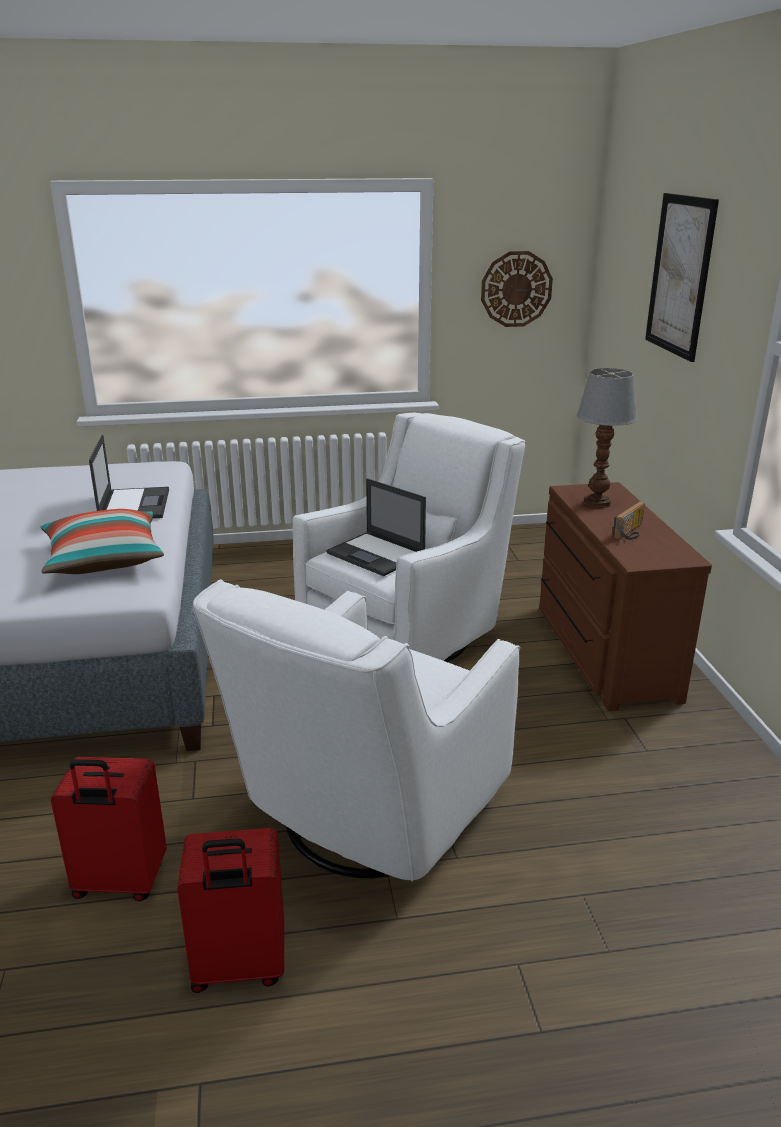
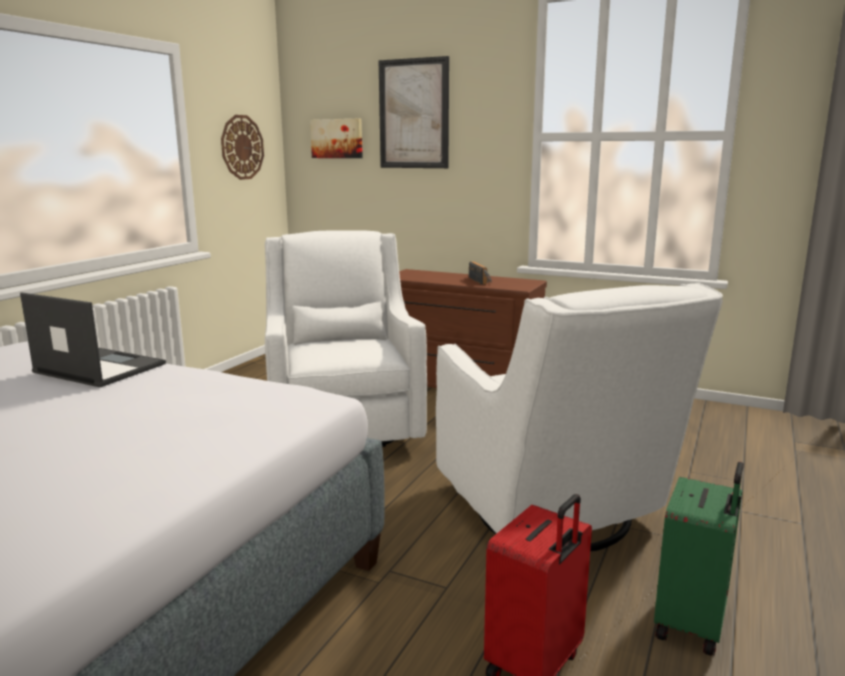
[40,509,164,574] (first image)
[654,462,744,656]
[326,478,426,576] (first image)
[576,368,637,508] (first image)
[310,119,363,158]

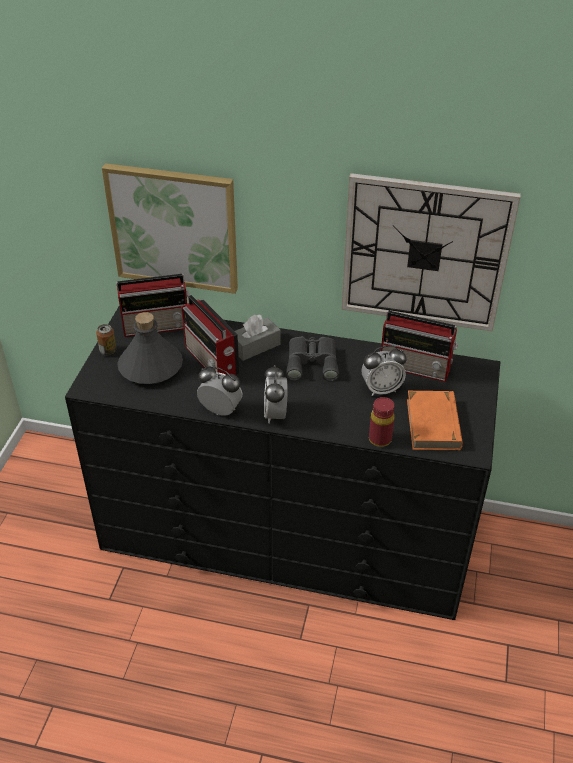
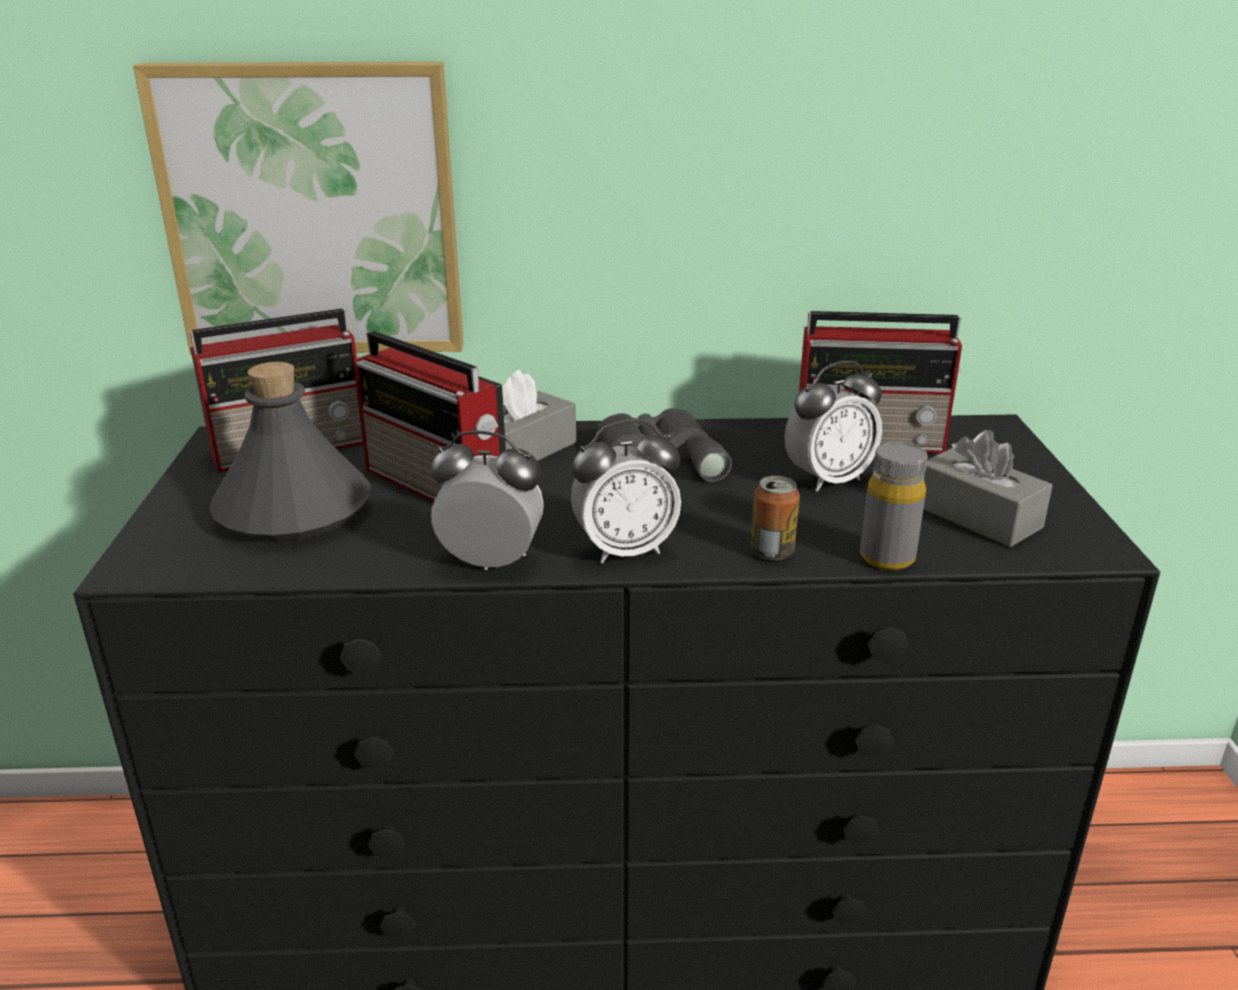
[750,476,800,560]
[571,420,681,563]
[342,173,521,331] (first image)
[860,442,928,570]
[924,430,1053,547]

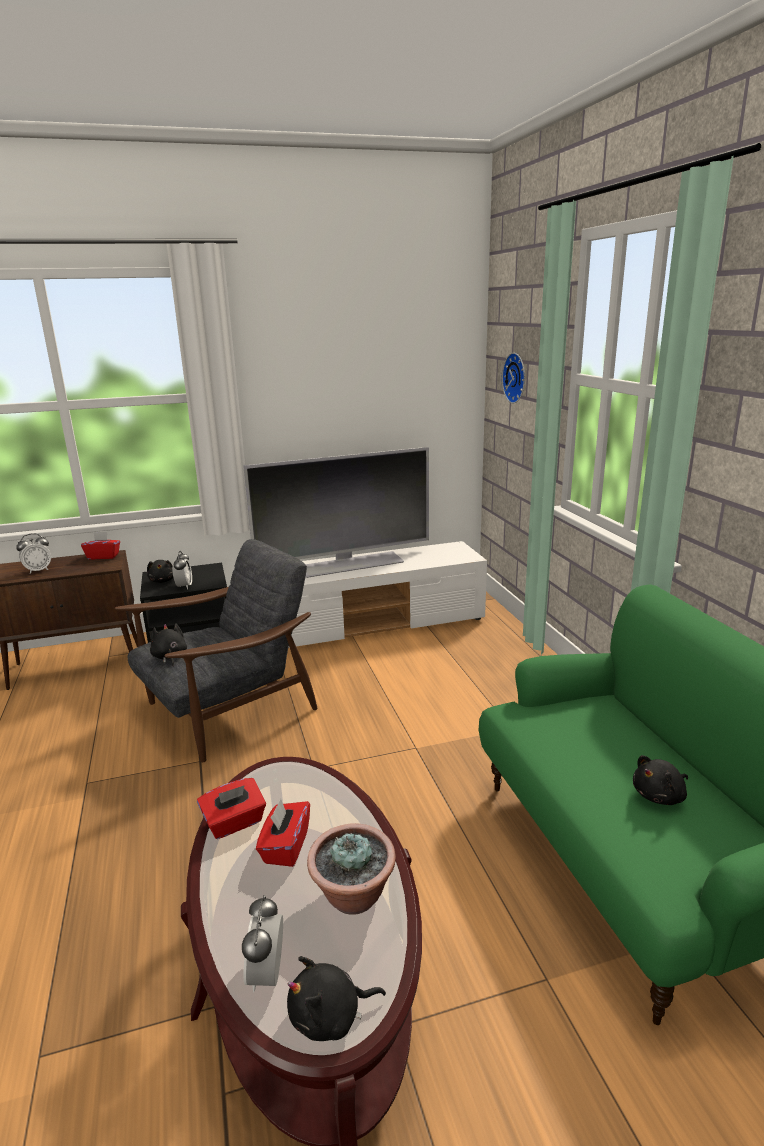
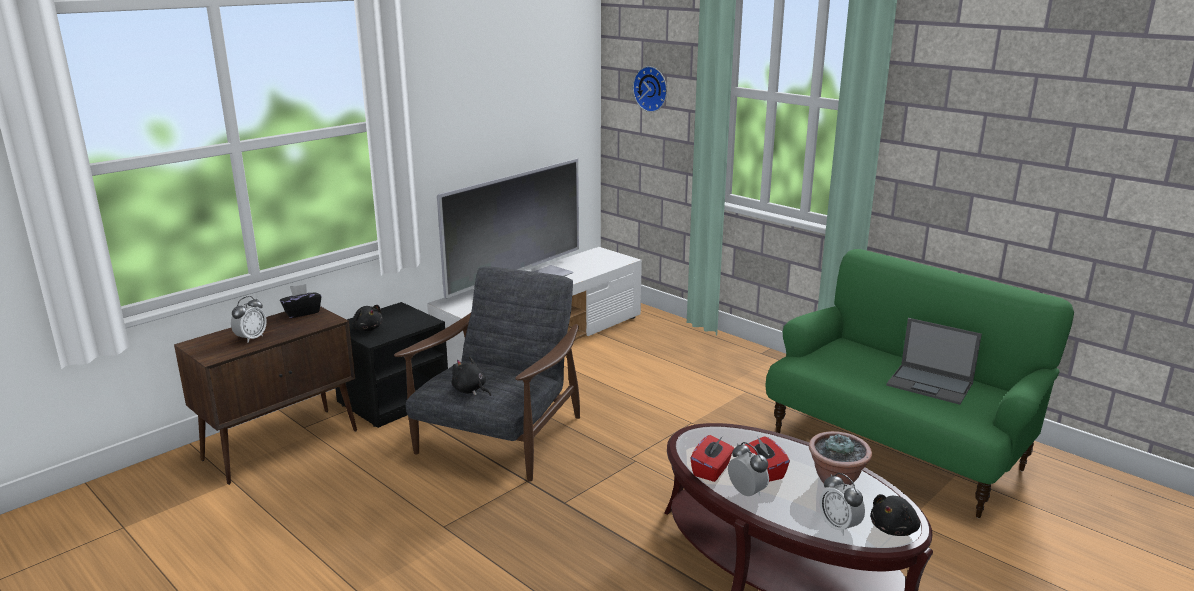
[280,284,322,318]
[728,442,769,496]
[886,318,982,405]

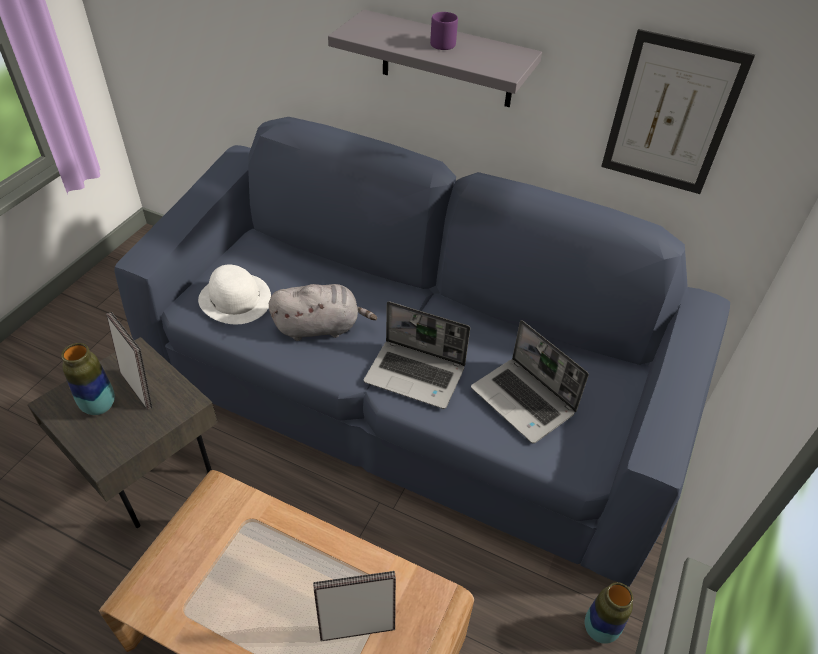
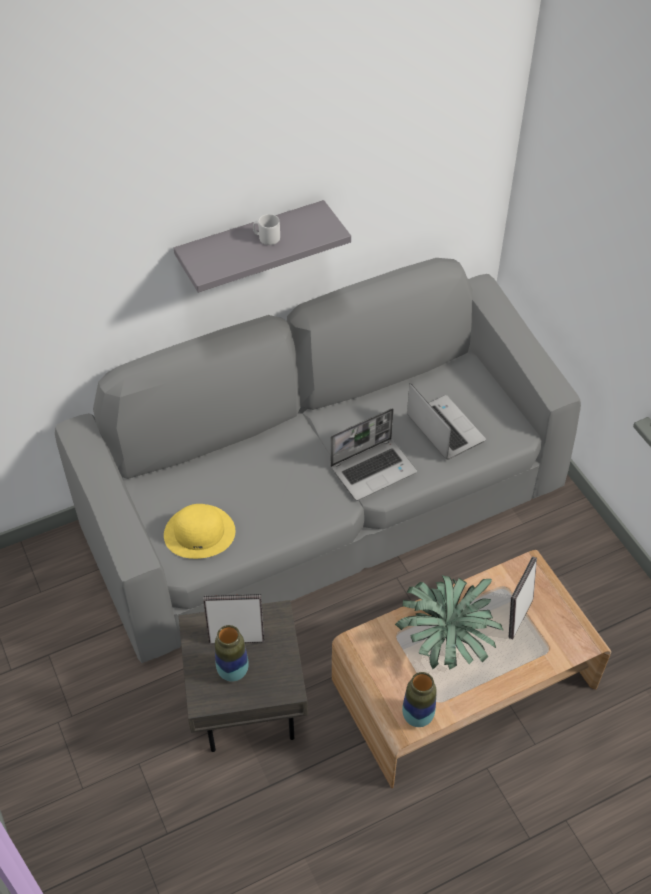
[55,258,581,663]
[164,504,235,559]
[269,284,377,341] (first image)
[253,214,280,245]
[407,383,486,460]
[402,672,437,727]
[601,29,755,194] (first image)
[395,575,504,670]

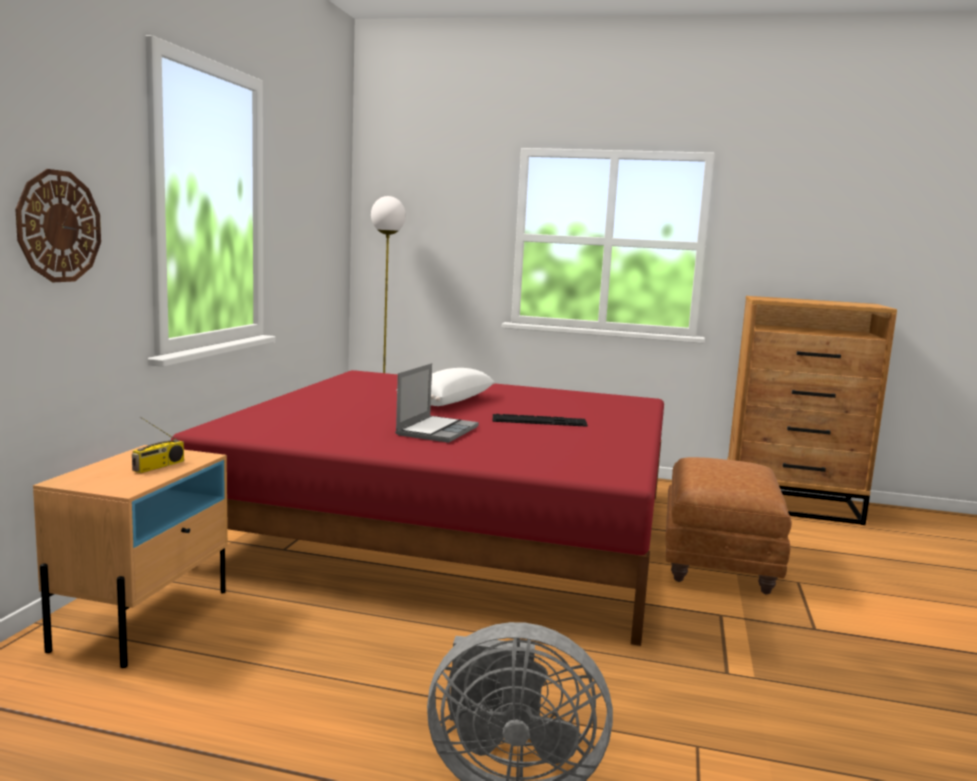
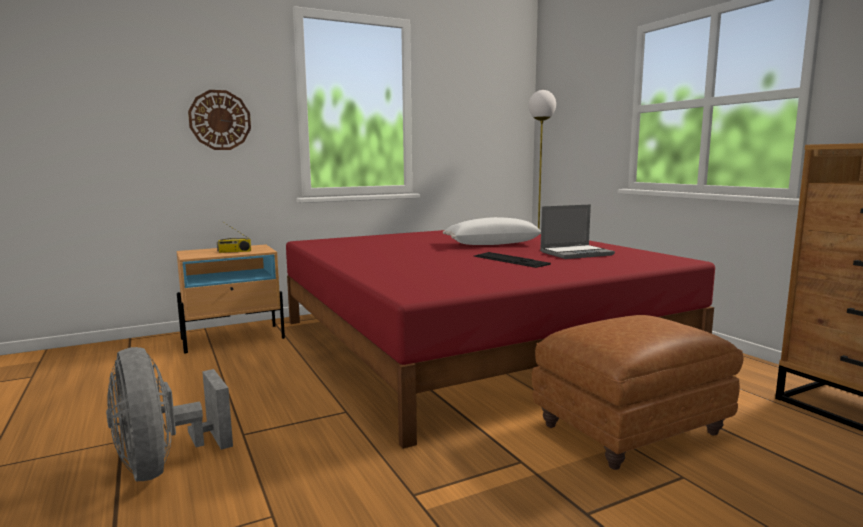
[540,204,615,259]

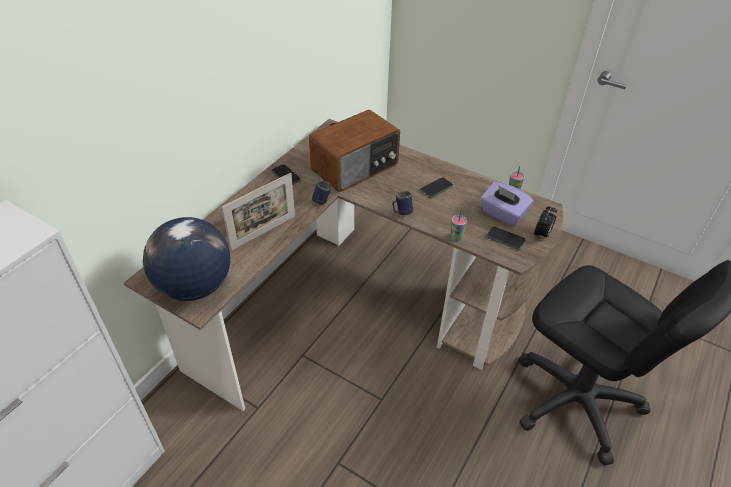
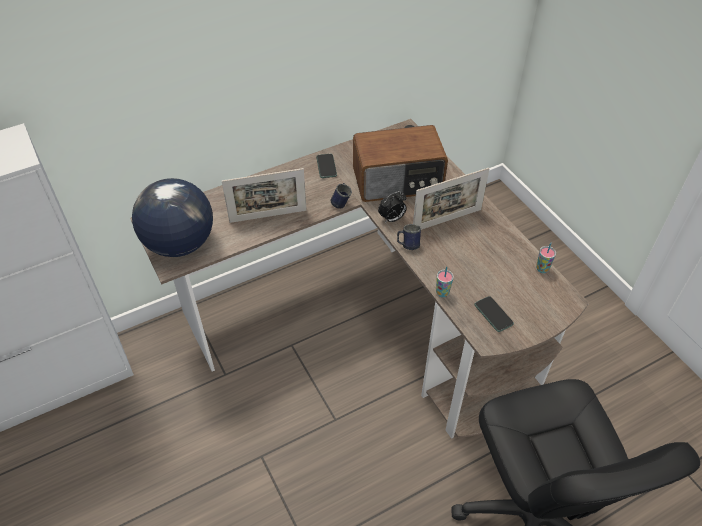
[420,177,453,198] (first image)
[480,181,534,226] (first image)
[378,191,407,223]
[413,168,490,230]

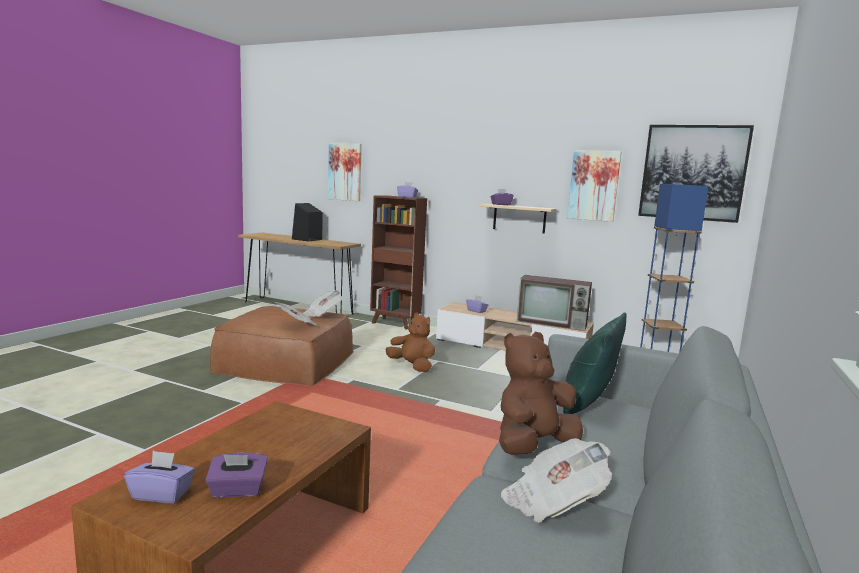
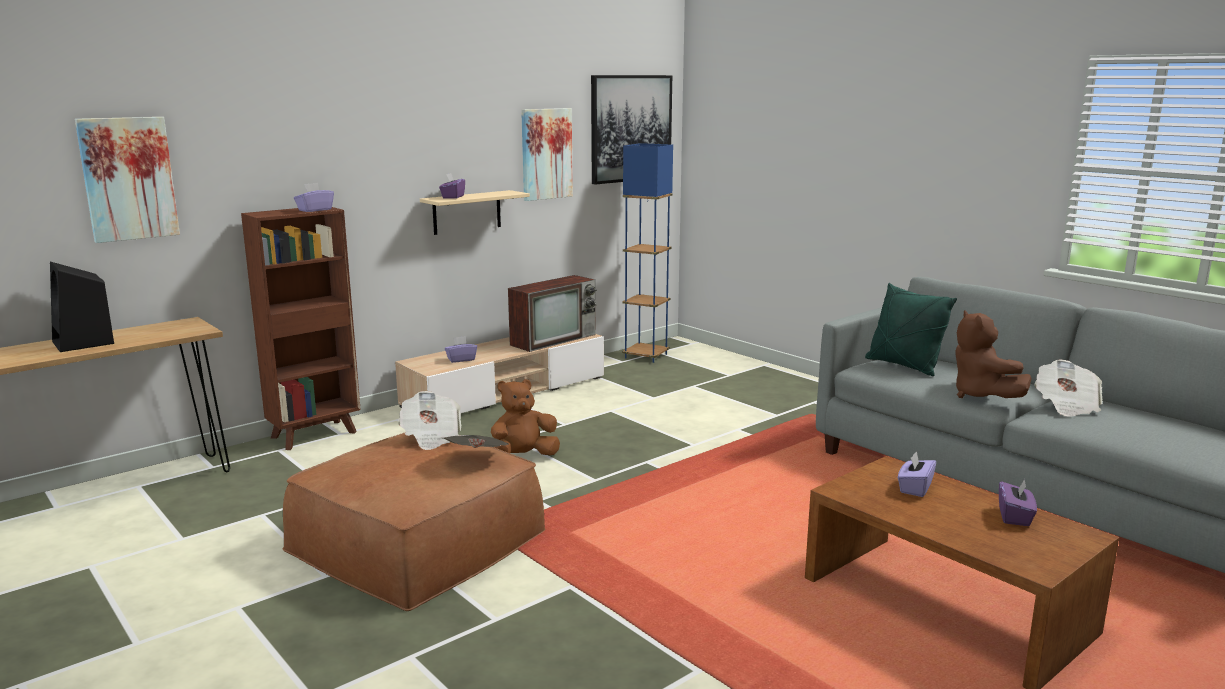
[898,451,936,497]

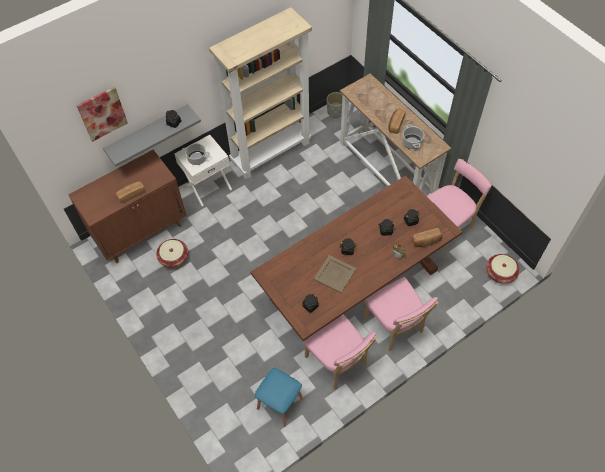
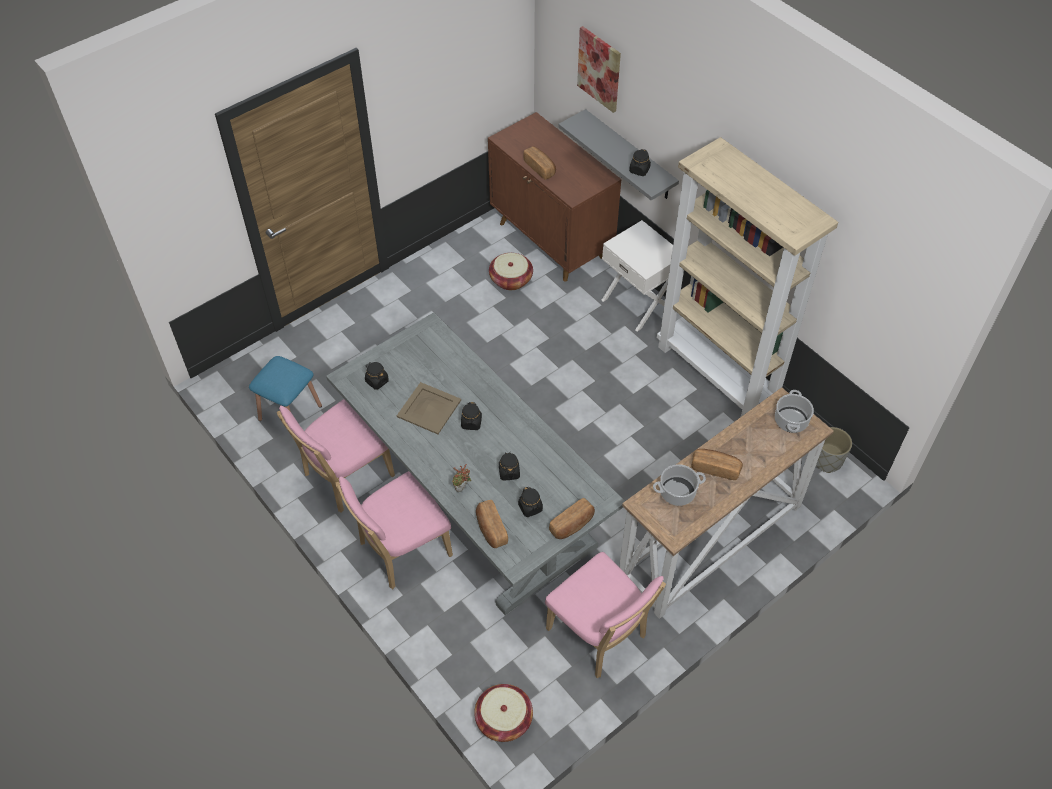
[775,390,814,433]
[326,312,625,616]
[549,498,595,539]

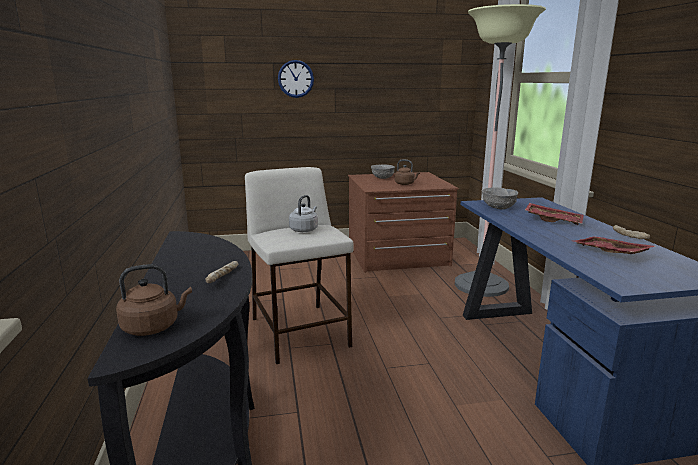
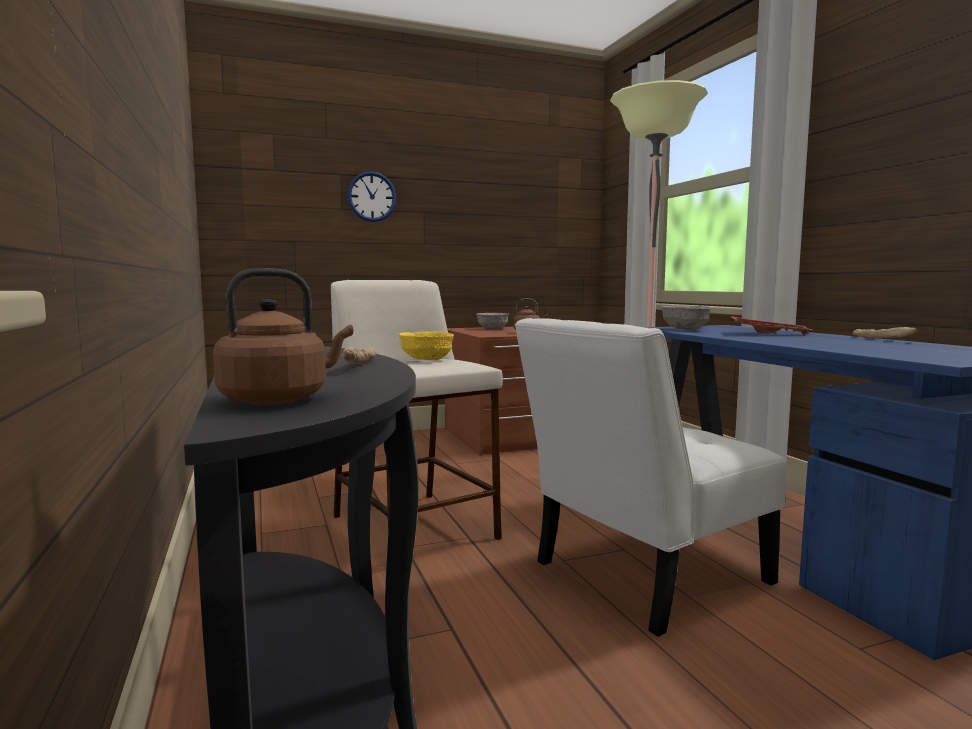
[399,331,454,360]
[573,236,656,254] (first image)
[515,318,787,637]

